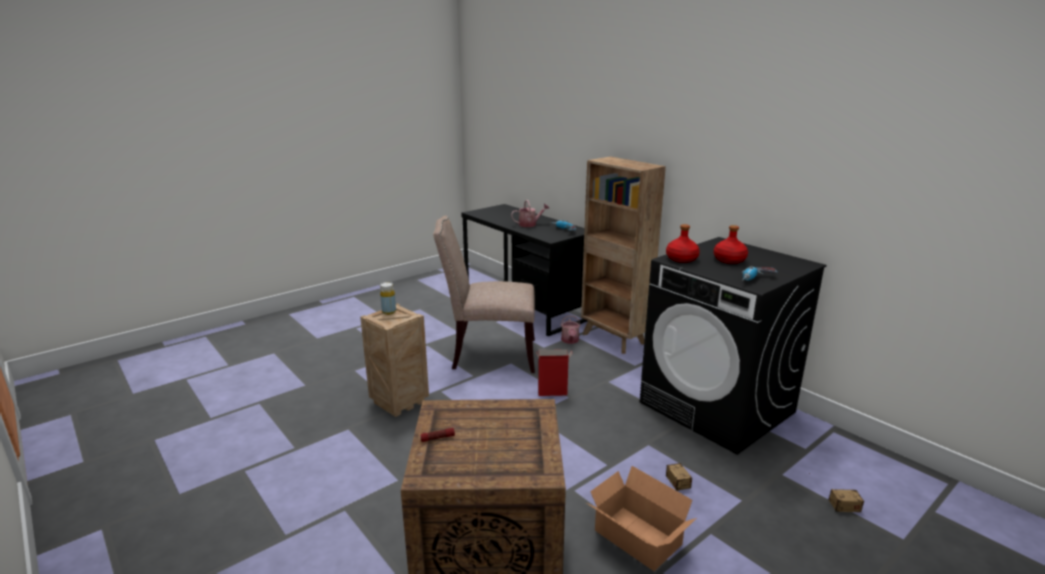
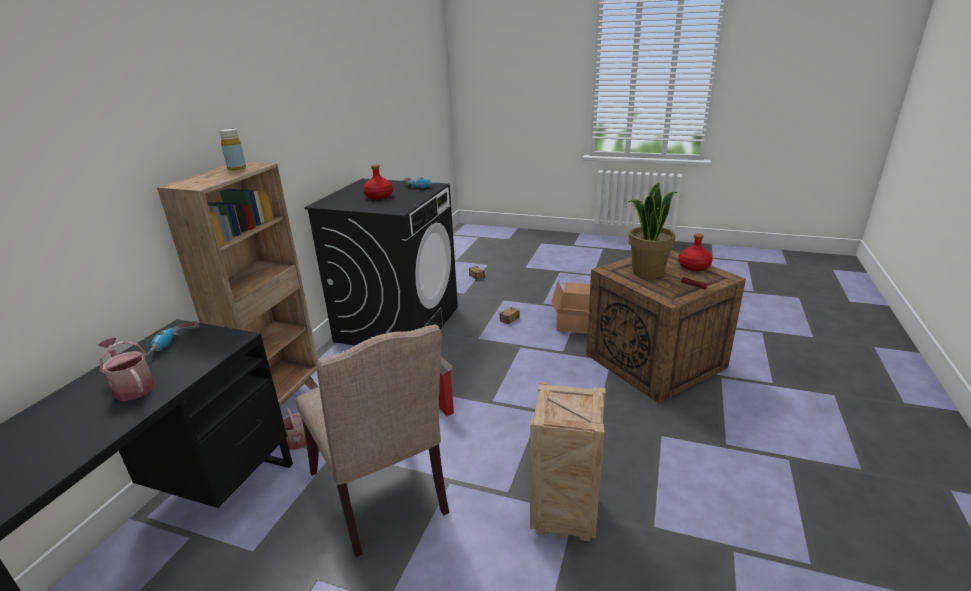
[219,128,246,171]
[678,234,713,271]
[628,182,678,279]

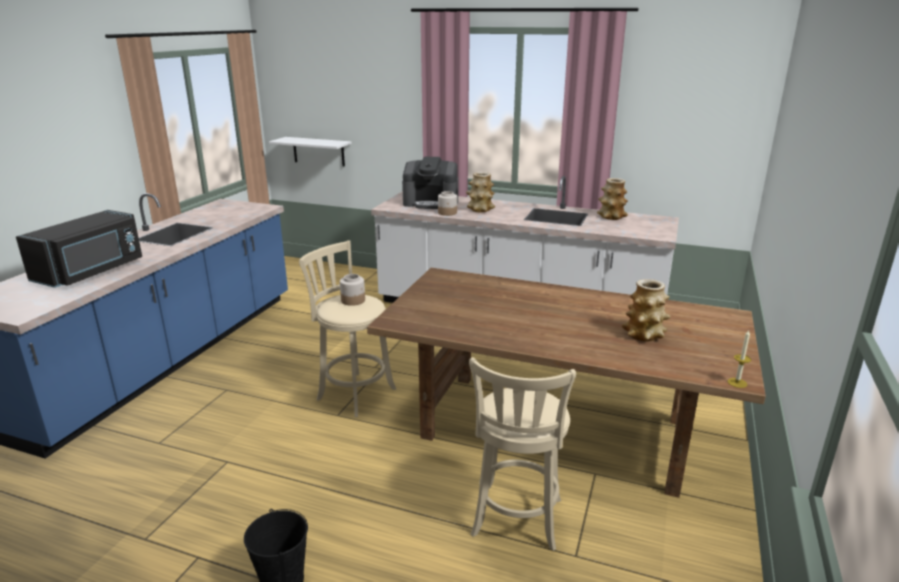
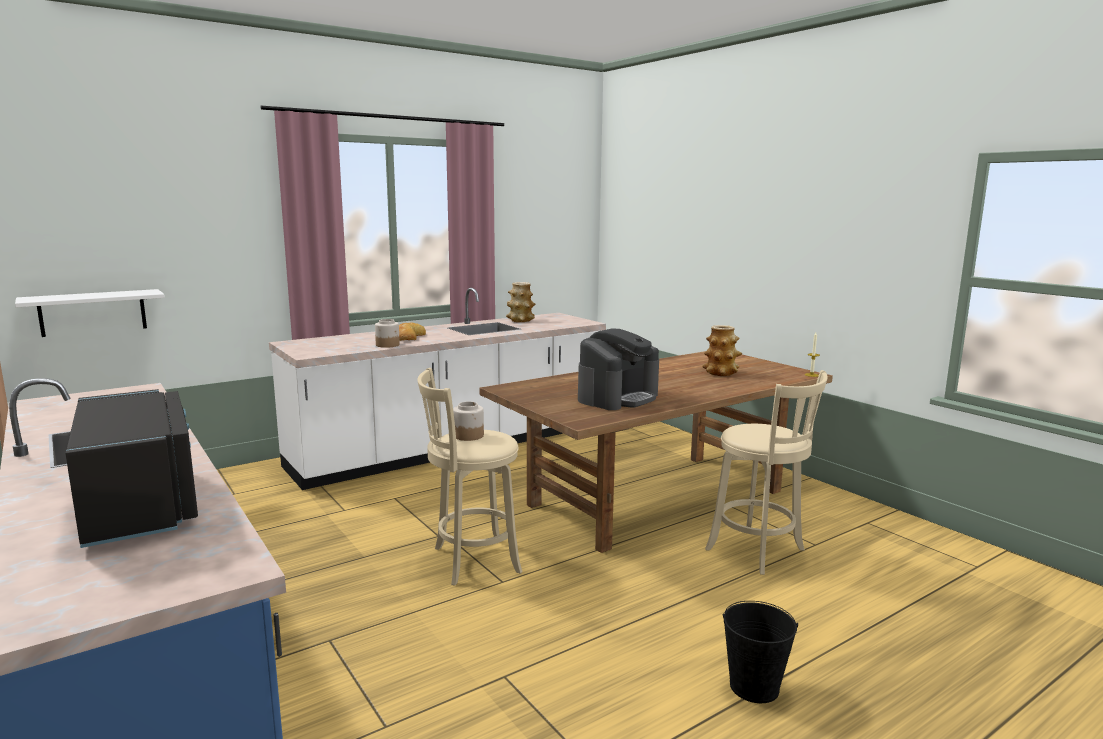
[578,328,659,410]
[399,323,426,341]

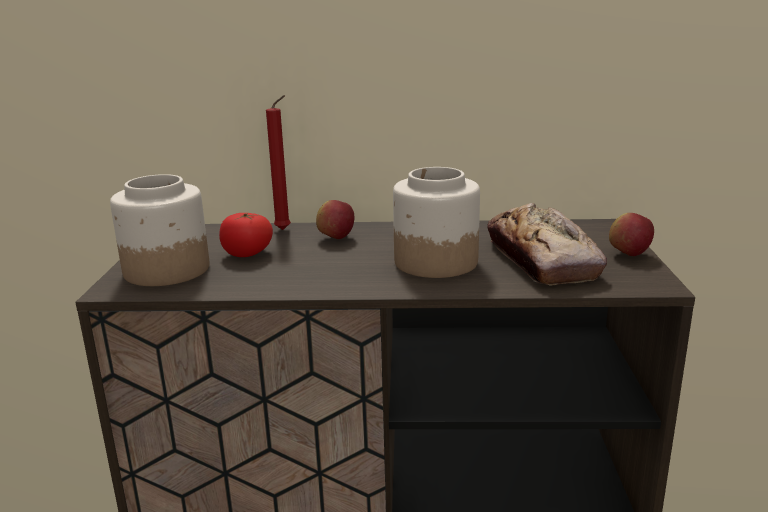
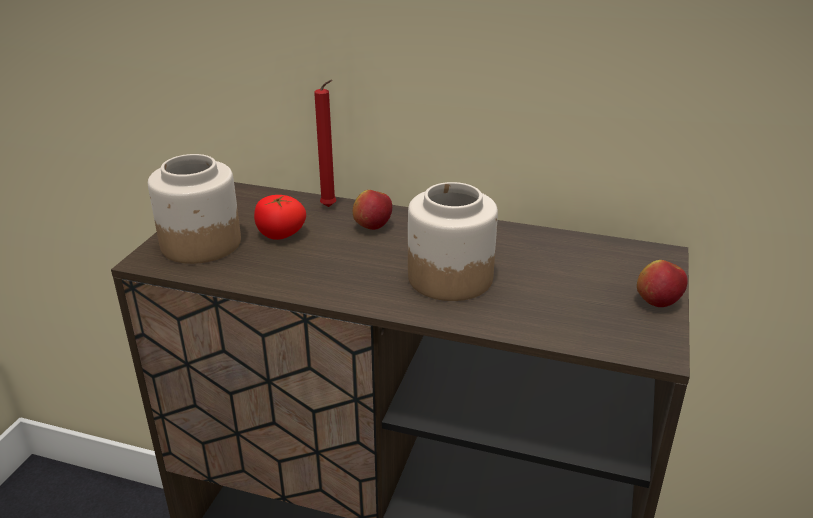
[487,203,607,286] (first image)

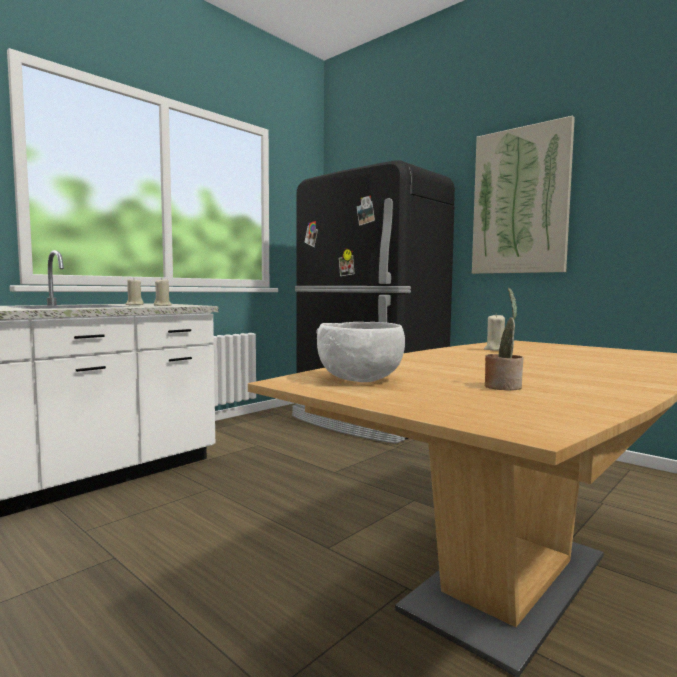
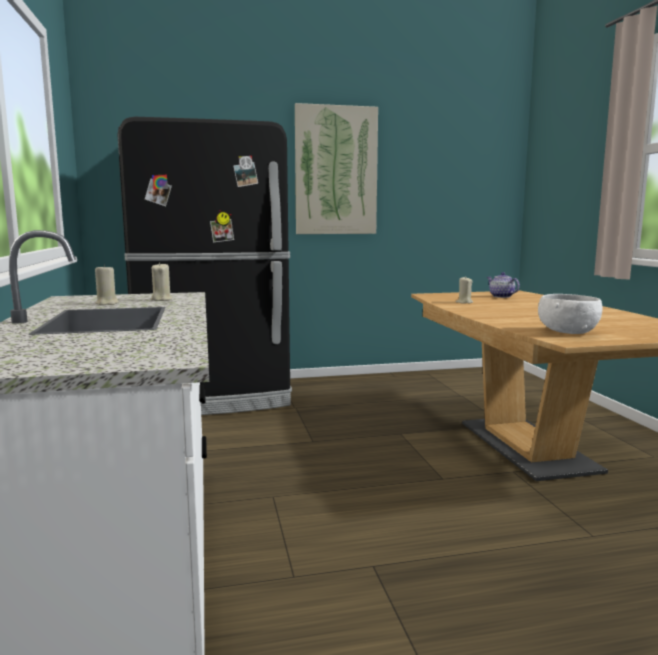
[485,288,523,390] (first image)
[487,272,520,298]

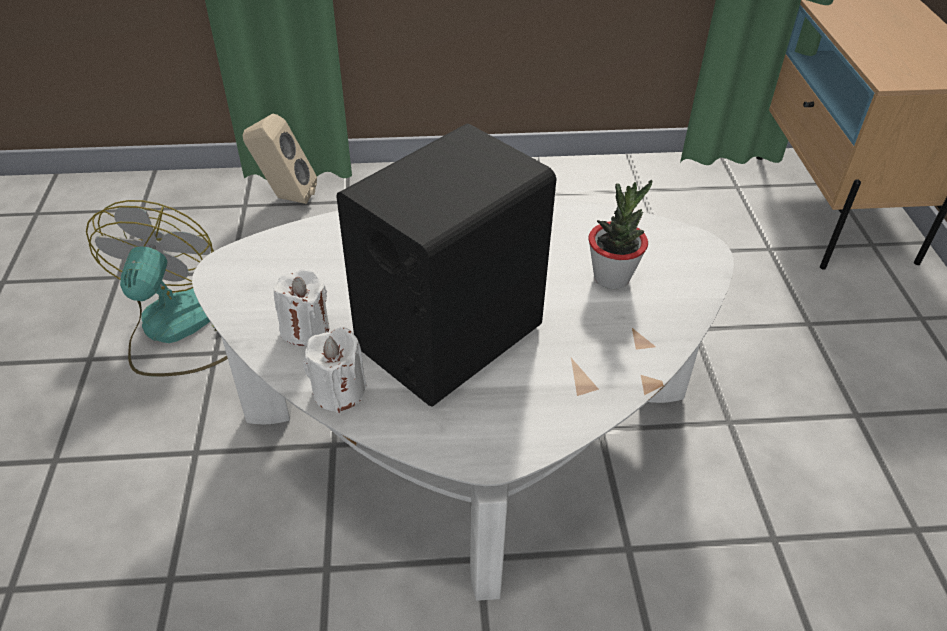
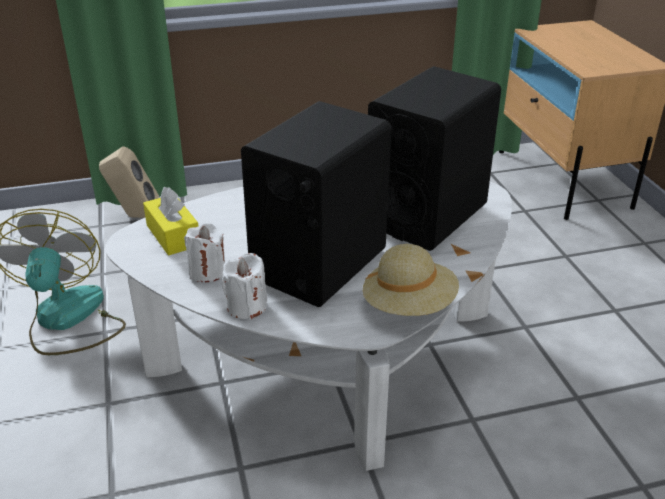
[368,66,501,251]
[143,187,198,255]
[363,244,459,316]

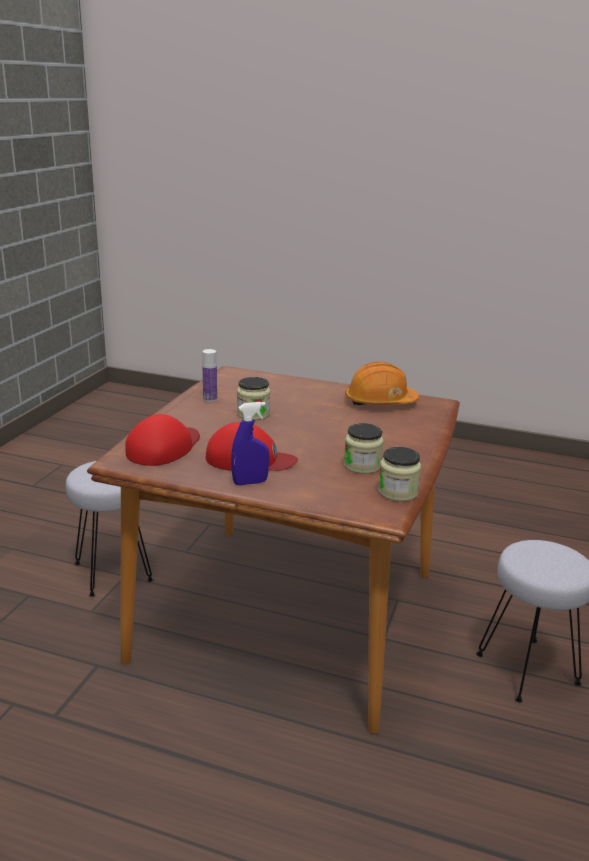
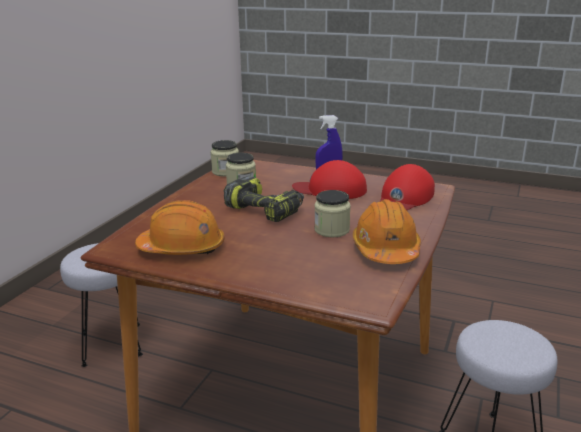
[353,199,421,264]
[224,176,304,222]

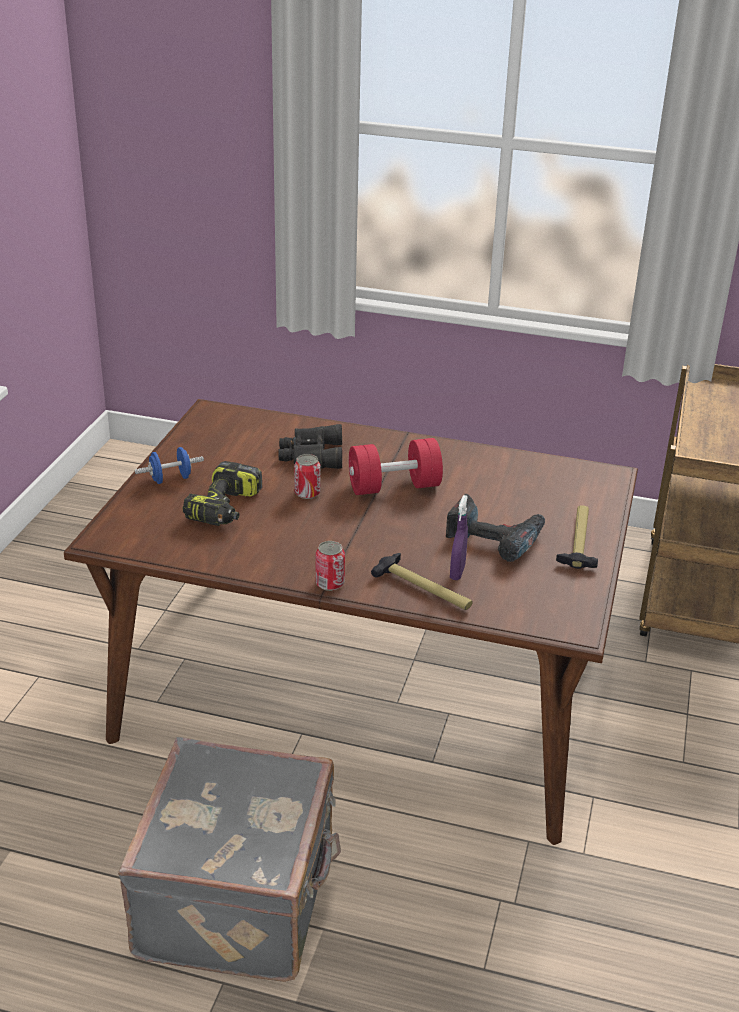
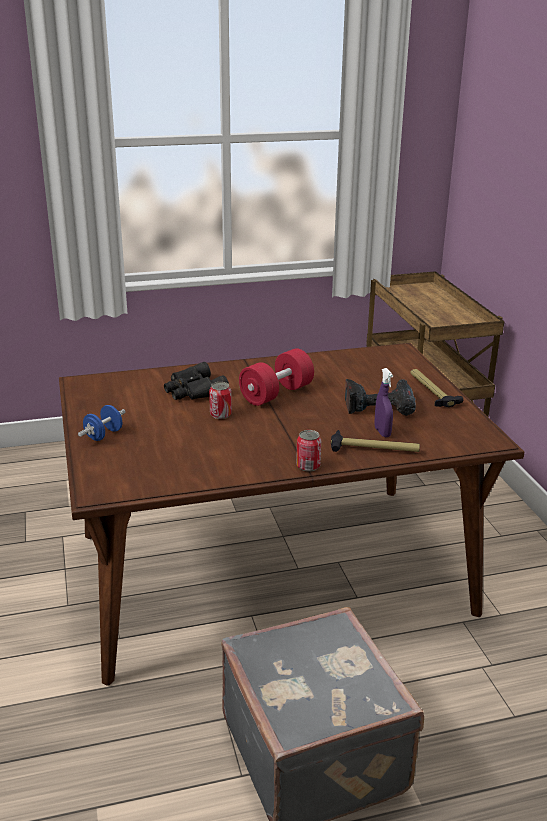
[183,461,262,526] (first image)

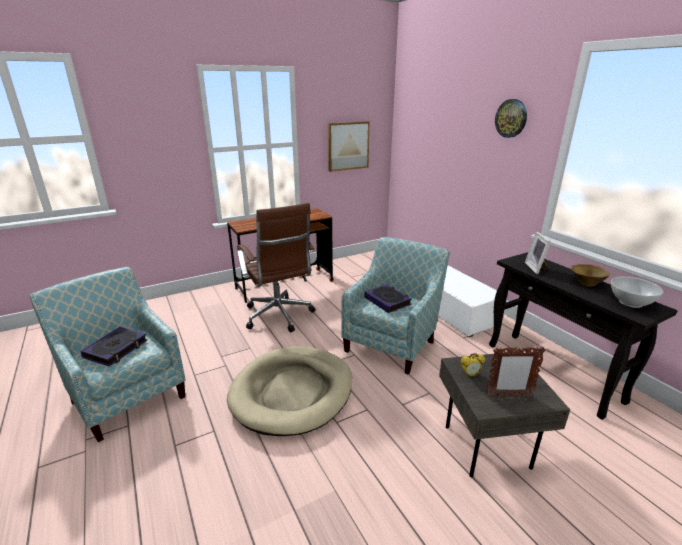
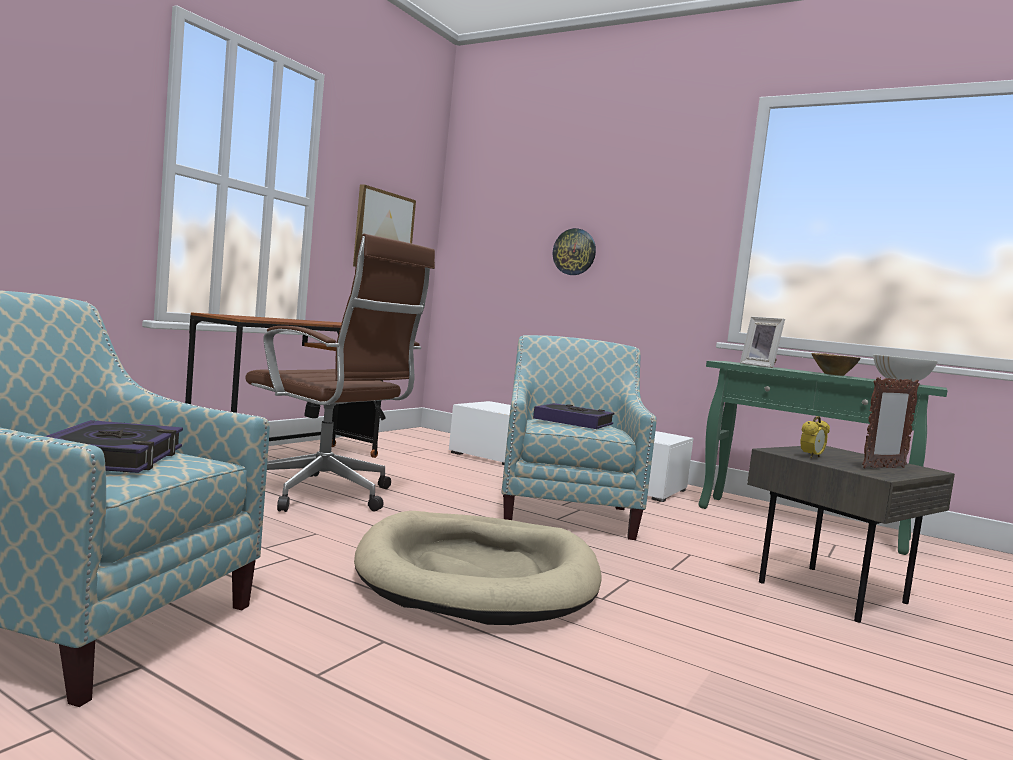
[698,361,948,555]
[553,228,596,275]

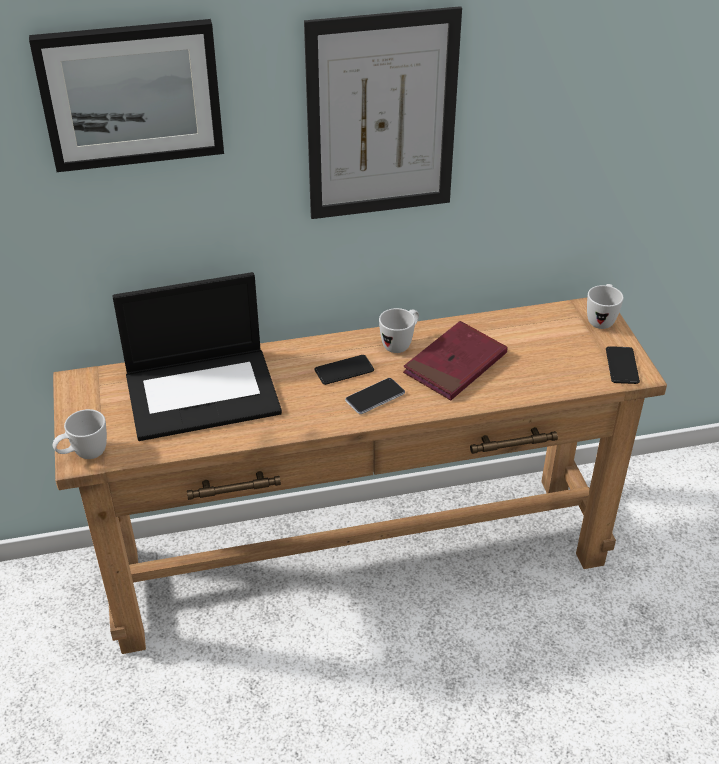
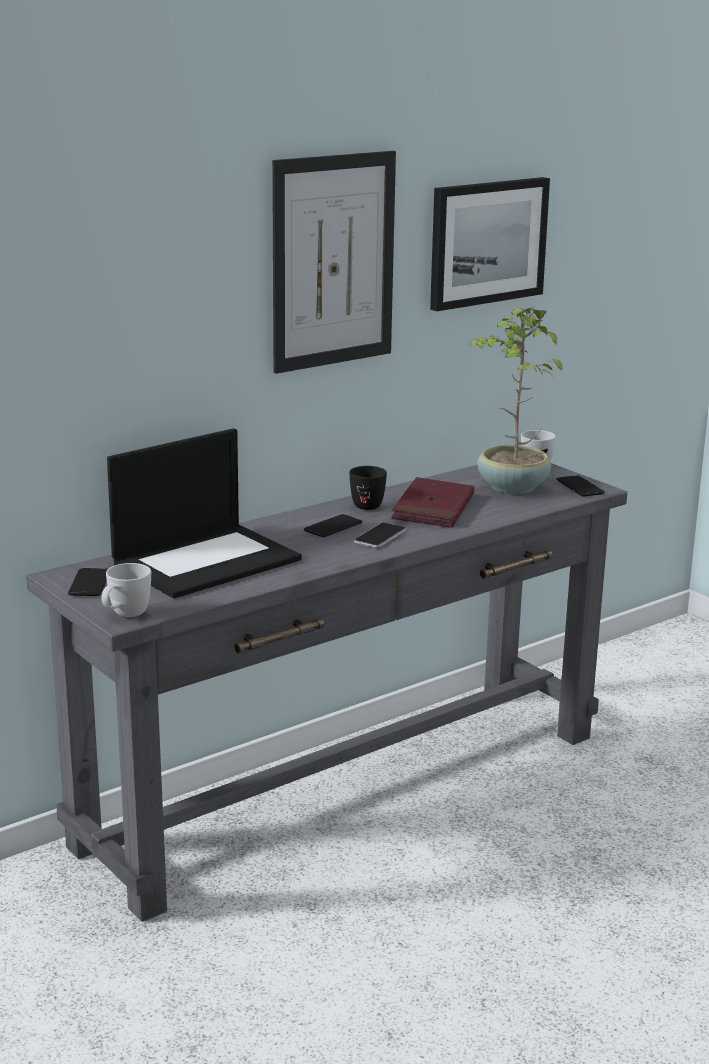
[430,177,550,311]
[26,463,628,922]
[349,466,387,510]
[68,568,108,596]
[468,306,562,494]

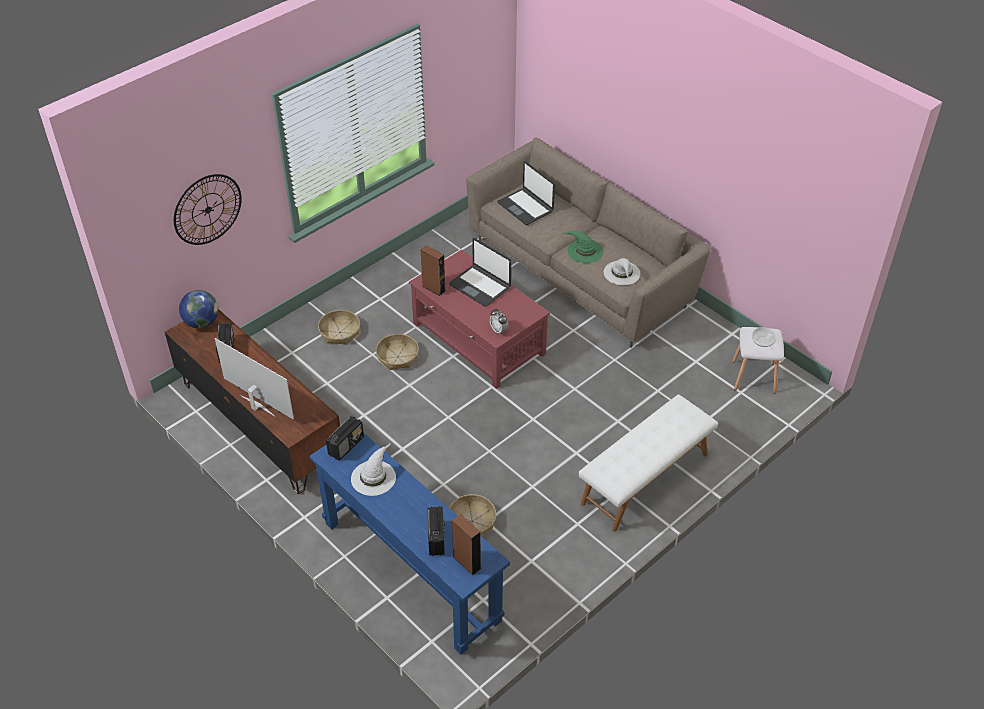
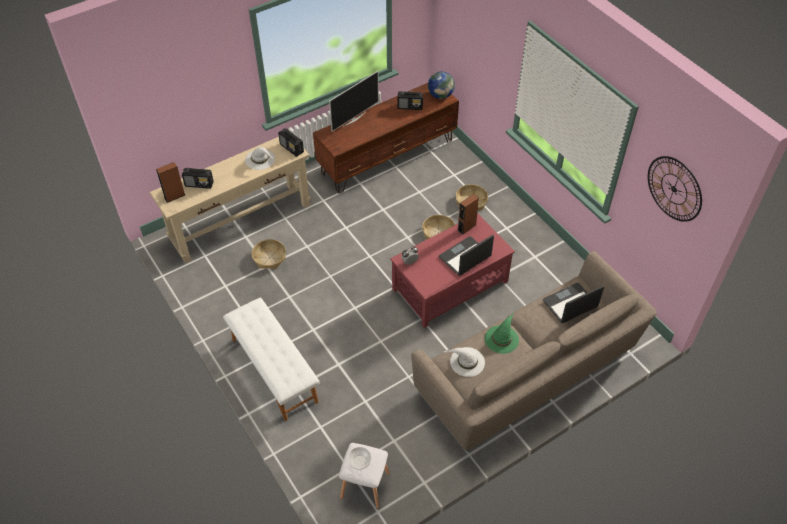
[648,156,702,222]
[150,137,311,263]

